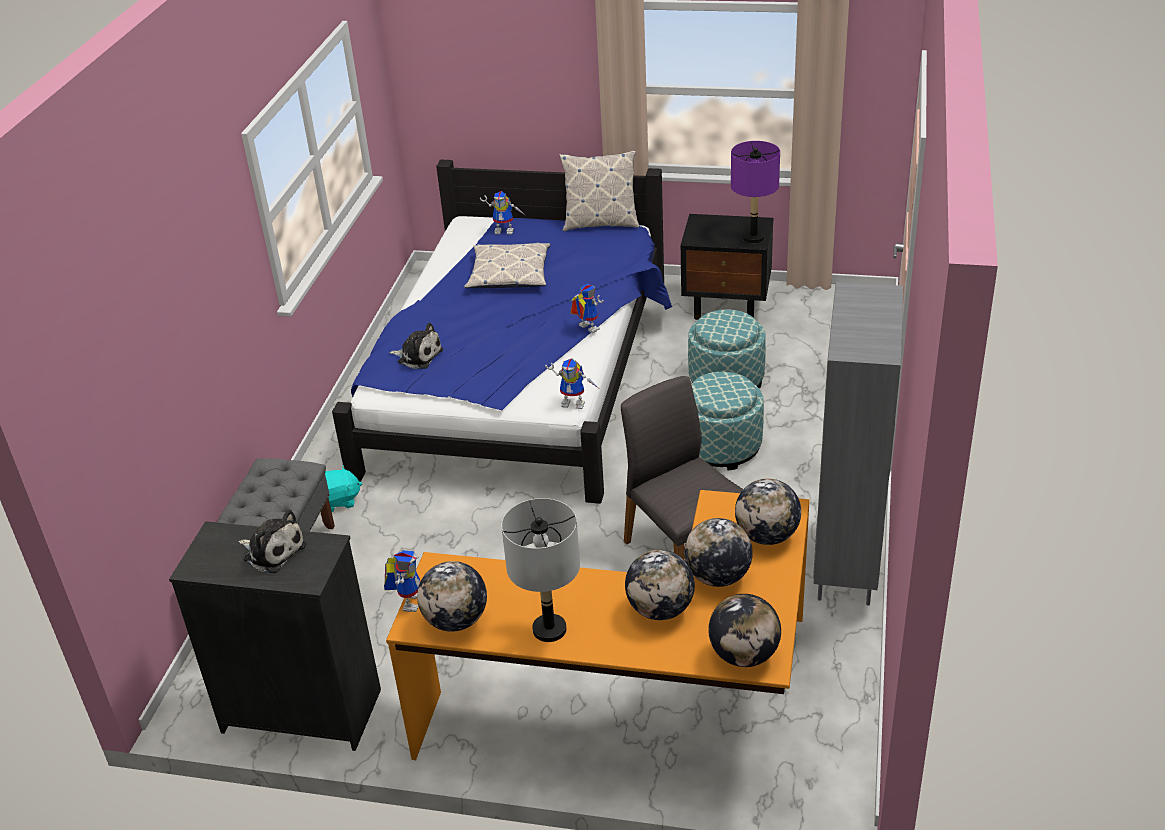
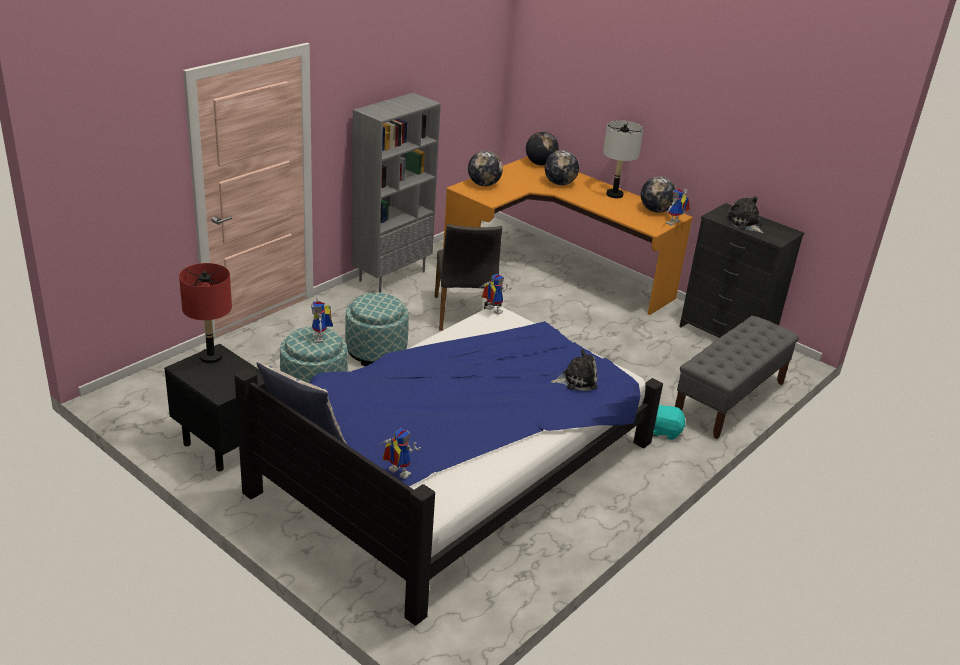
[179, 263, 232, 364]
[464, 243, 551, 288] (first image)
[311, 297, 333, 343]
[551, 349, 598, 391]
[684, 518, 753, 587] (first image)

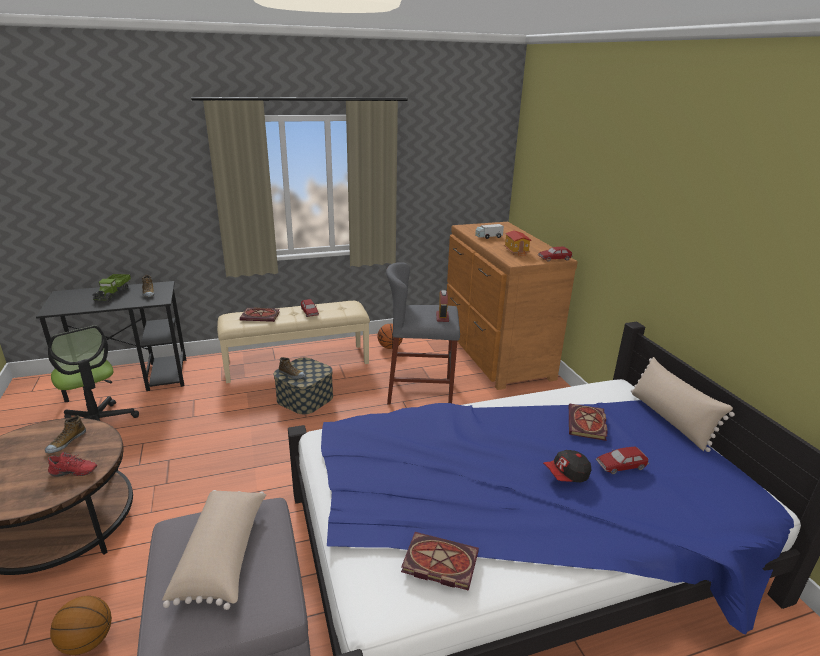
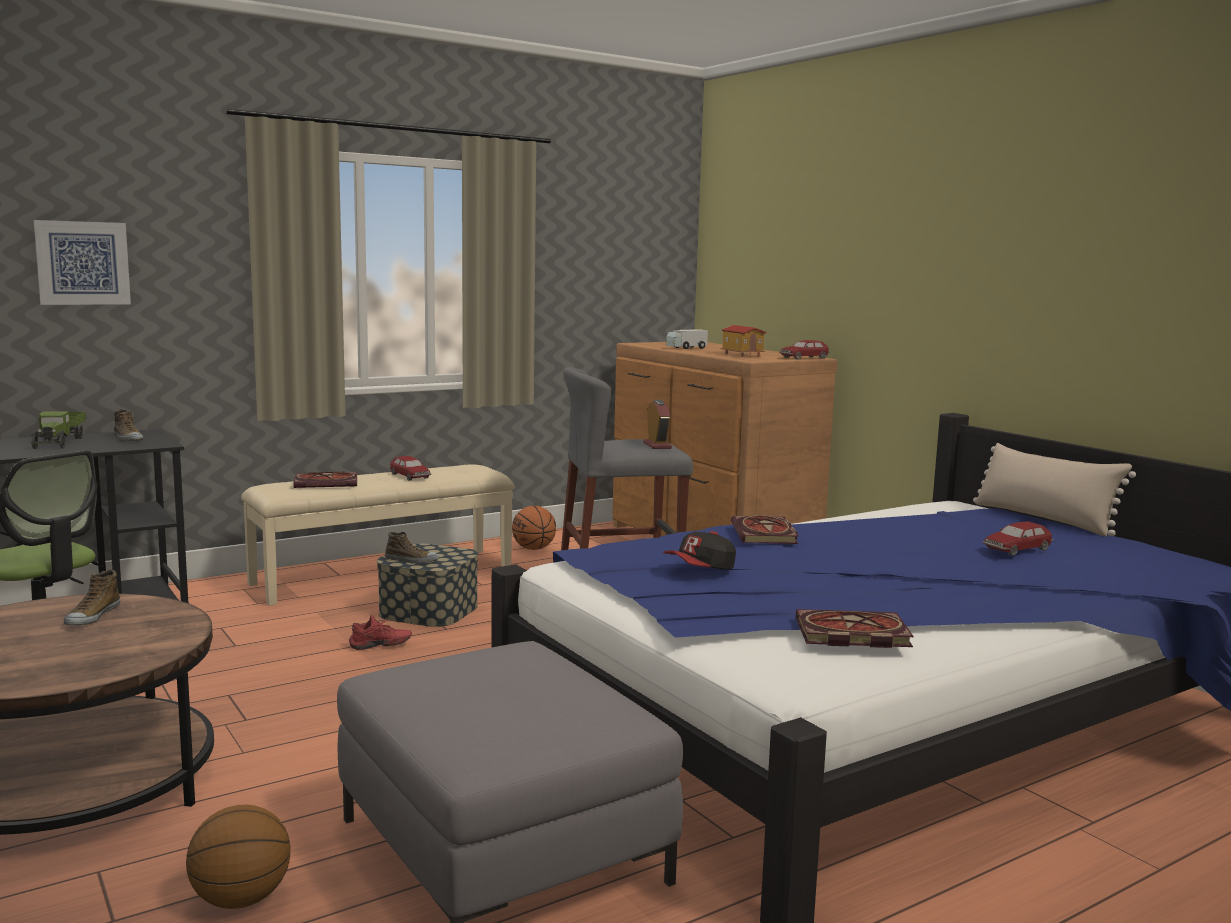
[731, 515, 798, 544]
[663, 531, 736, 569]
[349, 615, 412, 650]
[162, 490, 266, 610] (first image)
[34, 220, 131, 305]

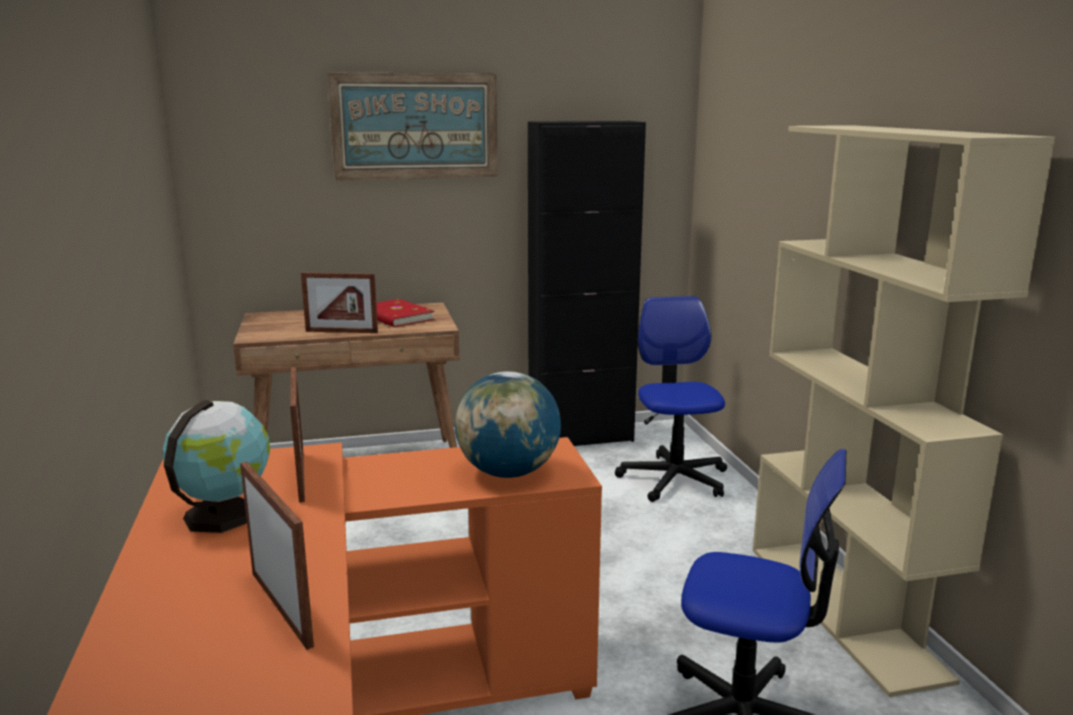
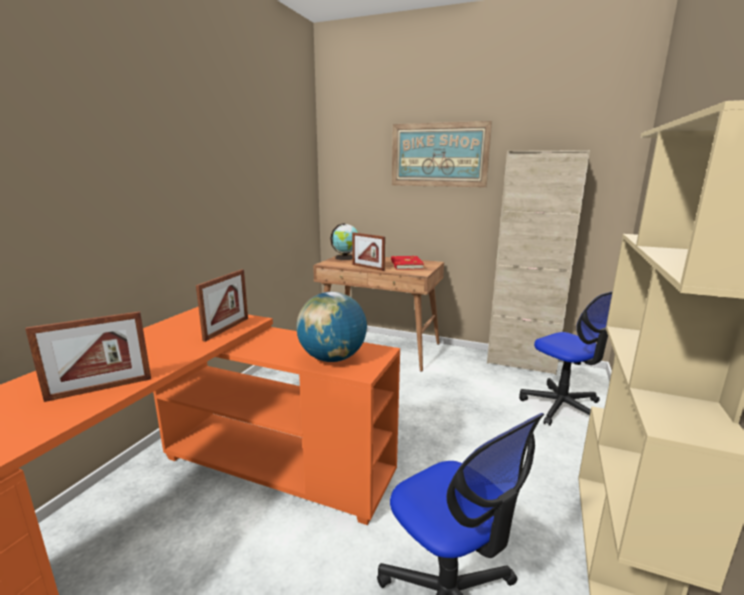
[487, 150, 590, 375]
[519, 292, 612, 426]
[330, 223, 358, 260]
[25, 311, 151, 402]

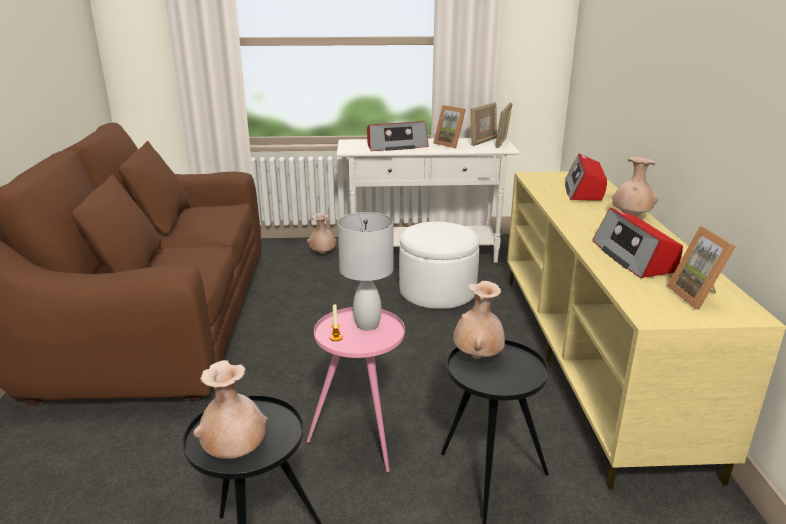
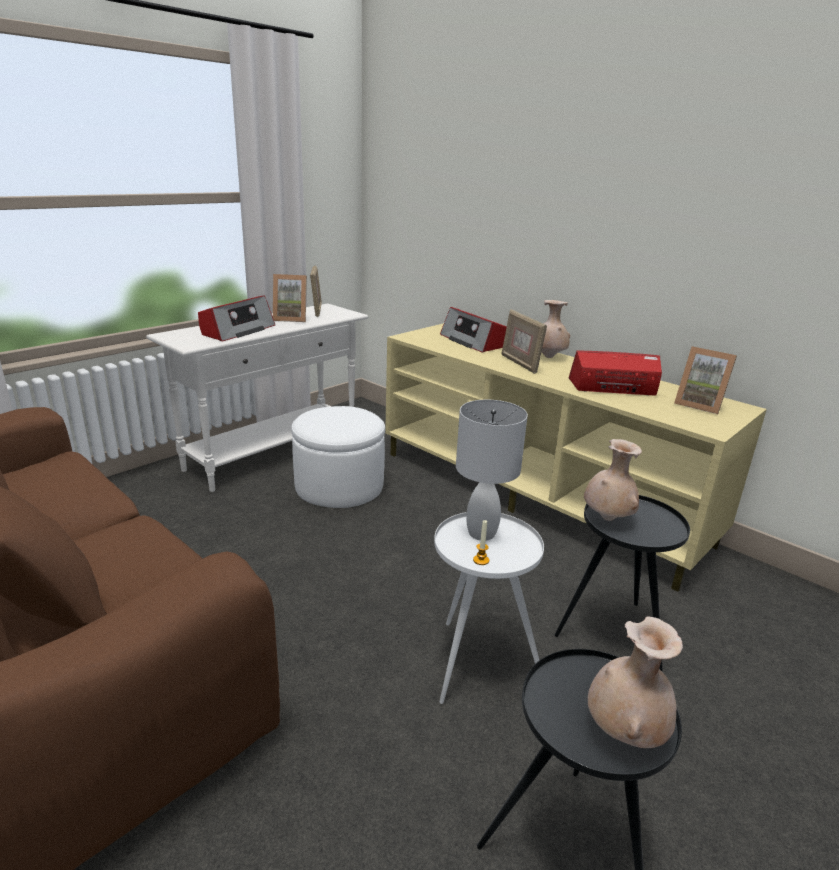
[502, 309, 547, 374]
[569, 351, 662, 396]
[307, 213, 337, 254] (first image)
[434, 512, 544, 704]

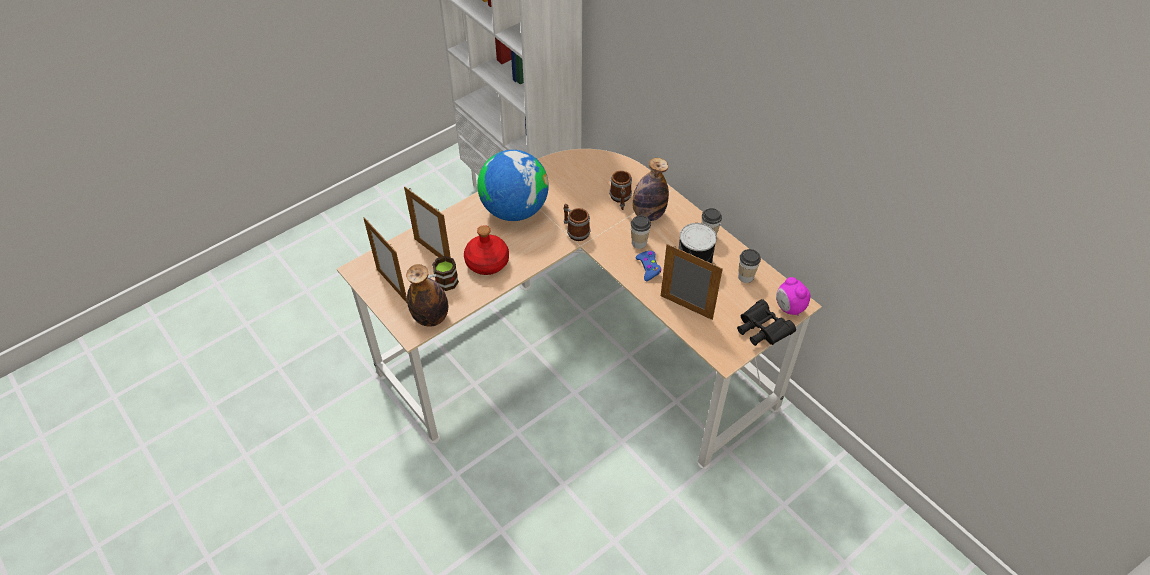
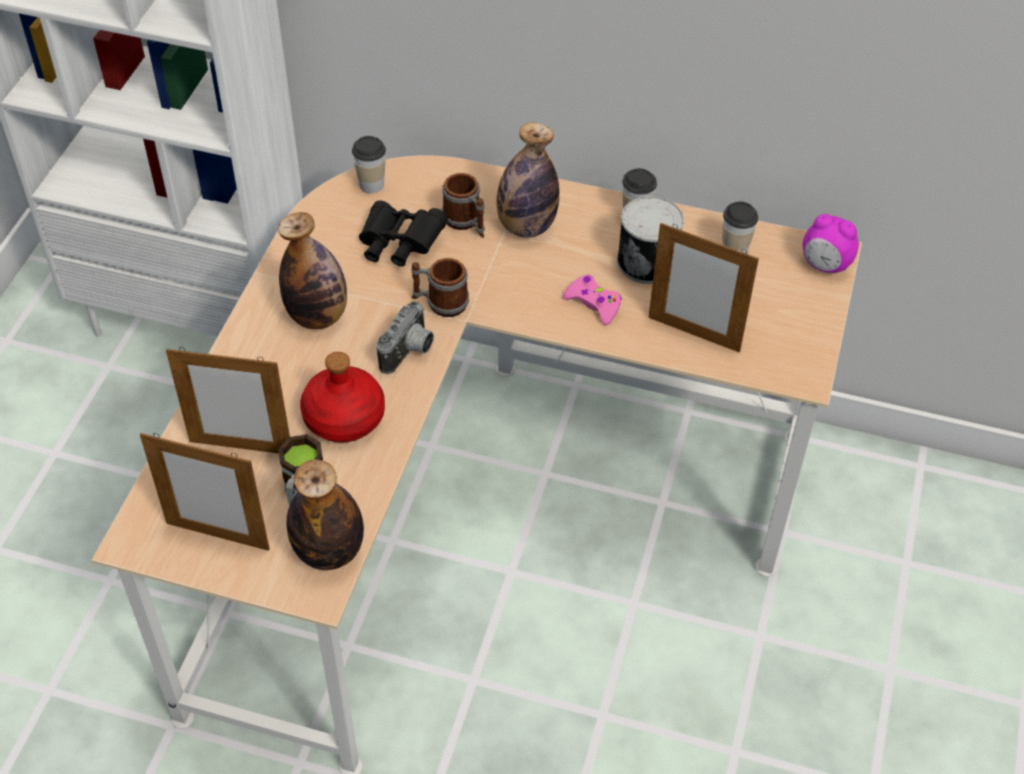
[278, 212, 347, 329]
[352, 136, 386, 193]
[648, 223, 759, 353]
[563, 275, 622, 325]
[359, 200, 448, 267]
[376, 301, 434, 374]

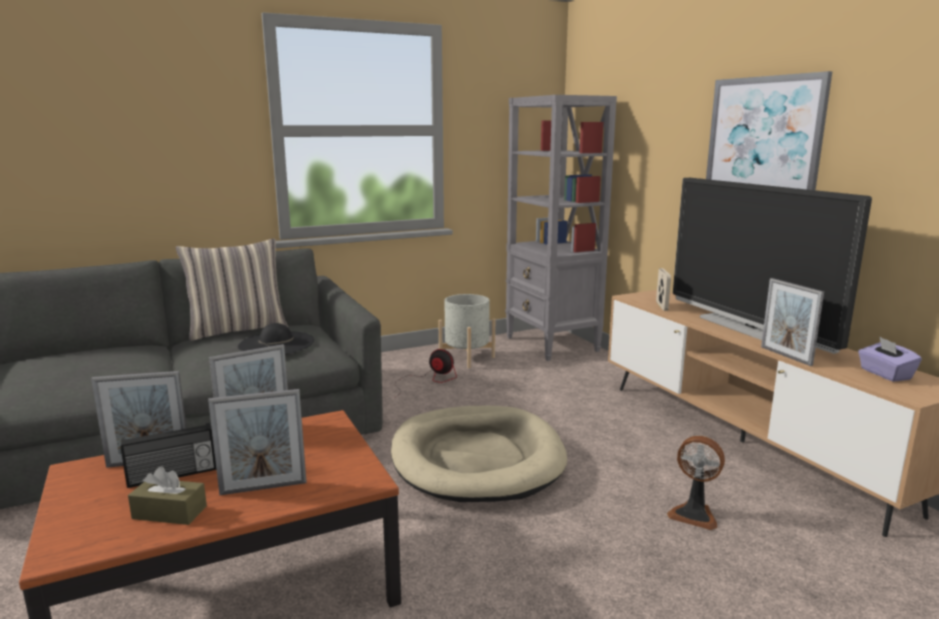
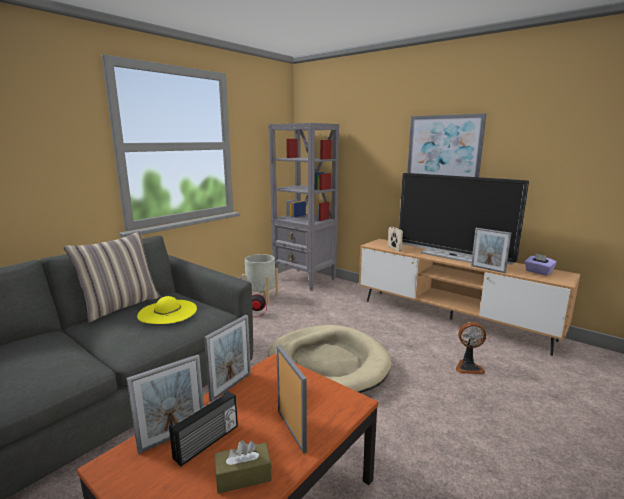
[137, 296, 197, 324]
[276, 345, 307, 454]

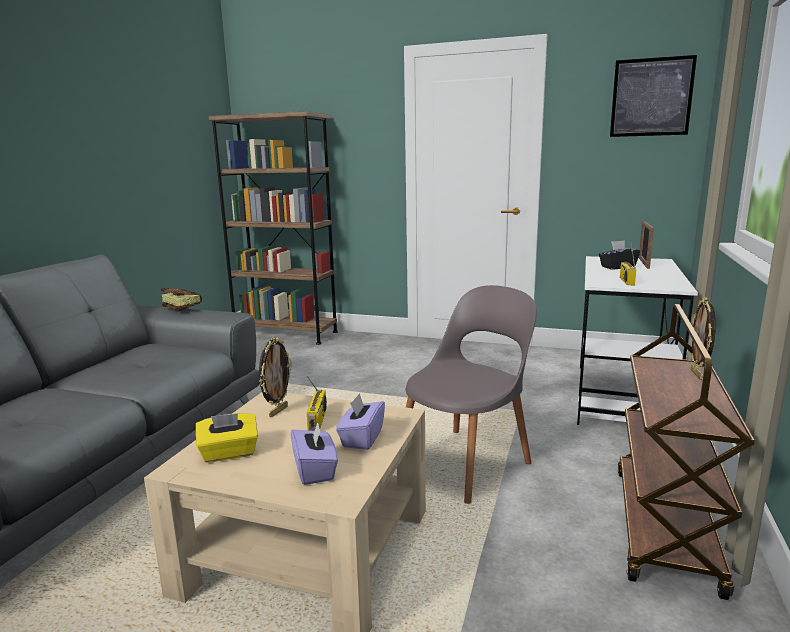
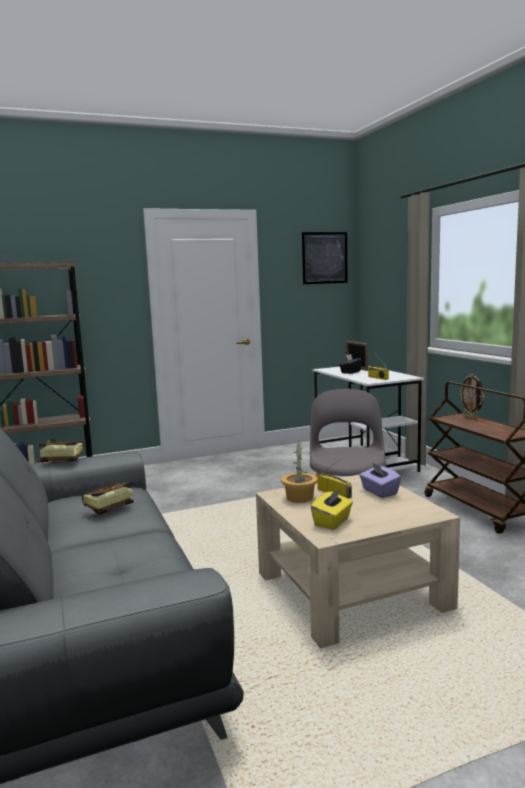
[281, 441, 318, 503]
[291, 422, 338, 485] (first image)
[82, 482, 134, 521]

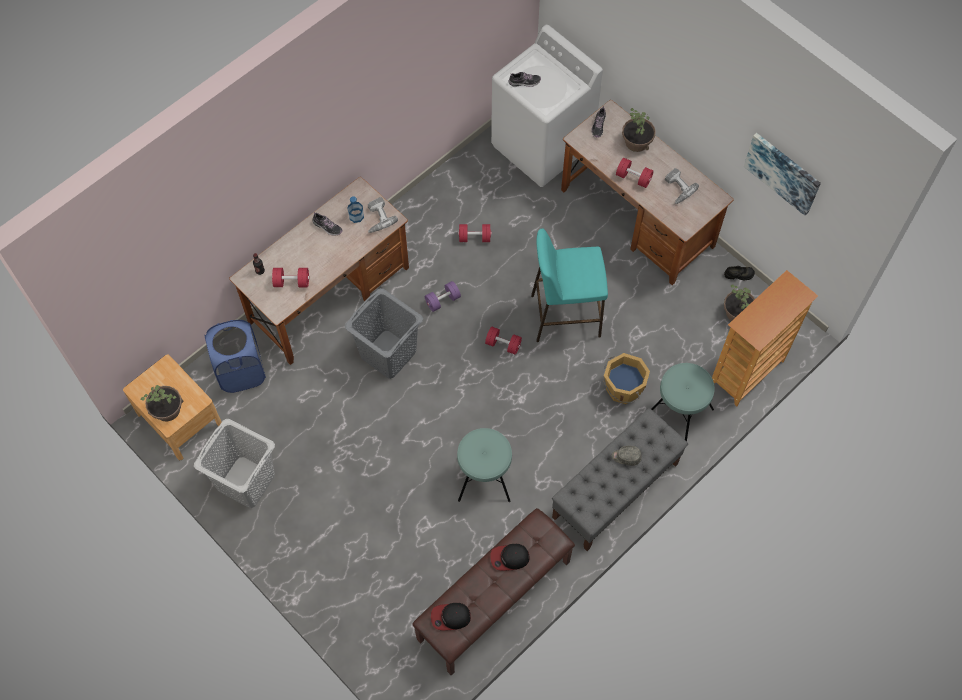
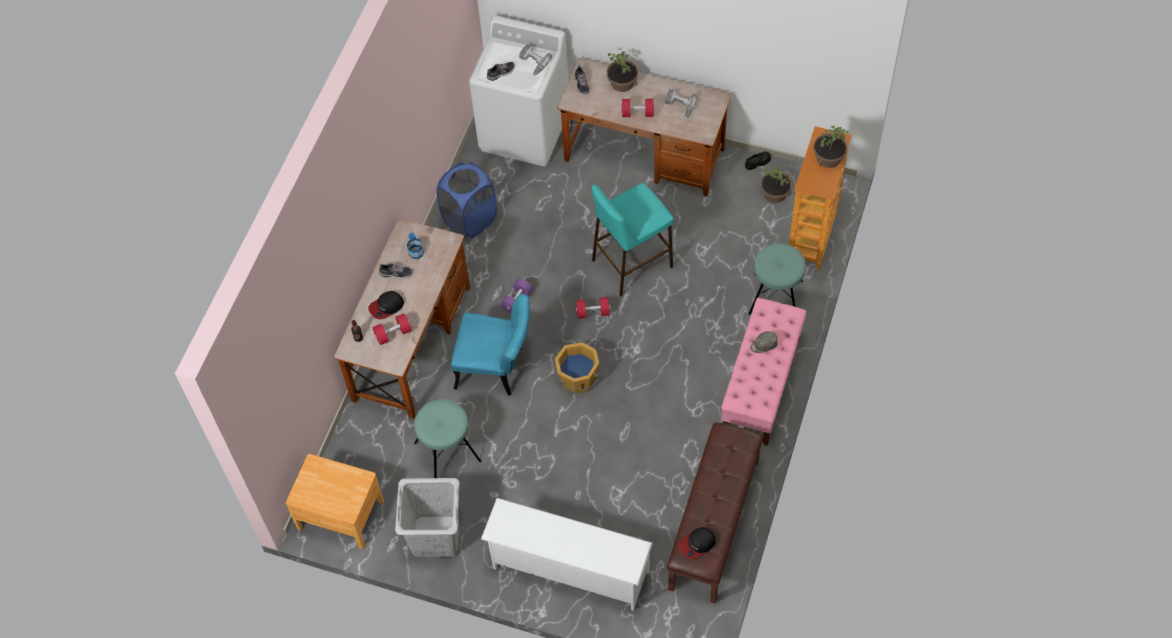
[744, 133, 821, 216] (first image)
[519, 45, 552, 76]
[458, 224, 492, 242] (first image)
[451, 294, 530, 396]
[437, 162, 497, 238]
[553, 342, 599, 394]
[813, 126, 849, 168]
[721, 298, 807, 446]
[414, 399, 481, 478]
[368, 291, 404, 319]
[481, 498, 653, 611]

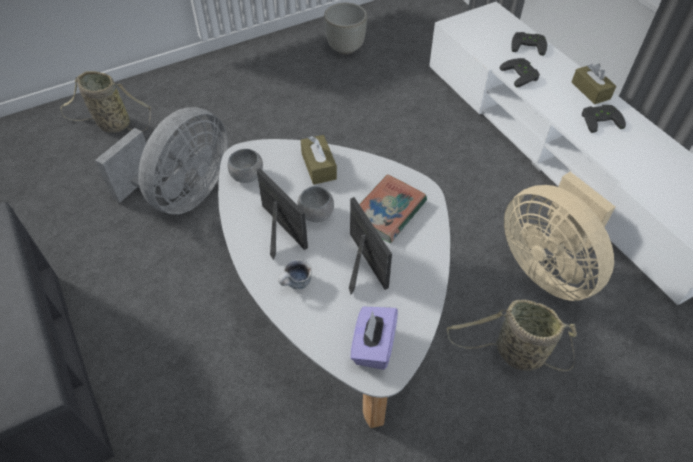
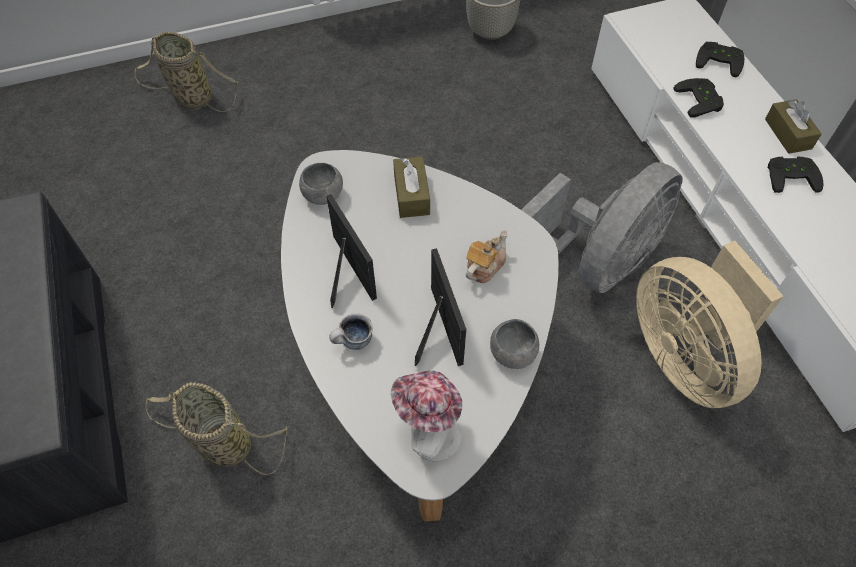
[521, 162, 683, 293]
[466, 231, 508, 283]
[490, 319, 539, 369]
[146, 382, 288, 475]
[390, 370, 462, 462]

